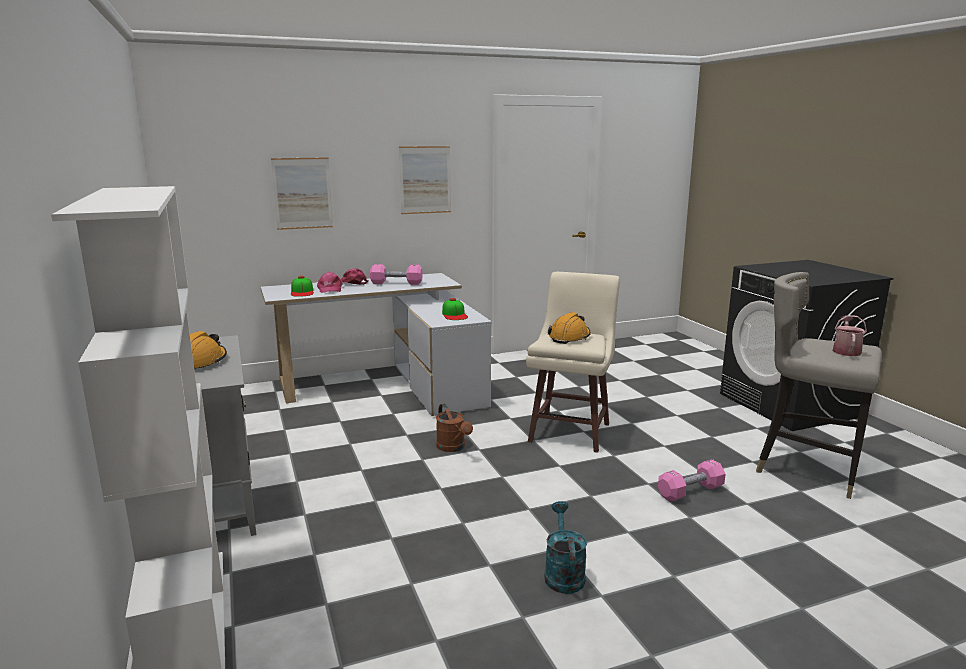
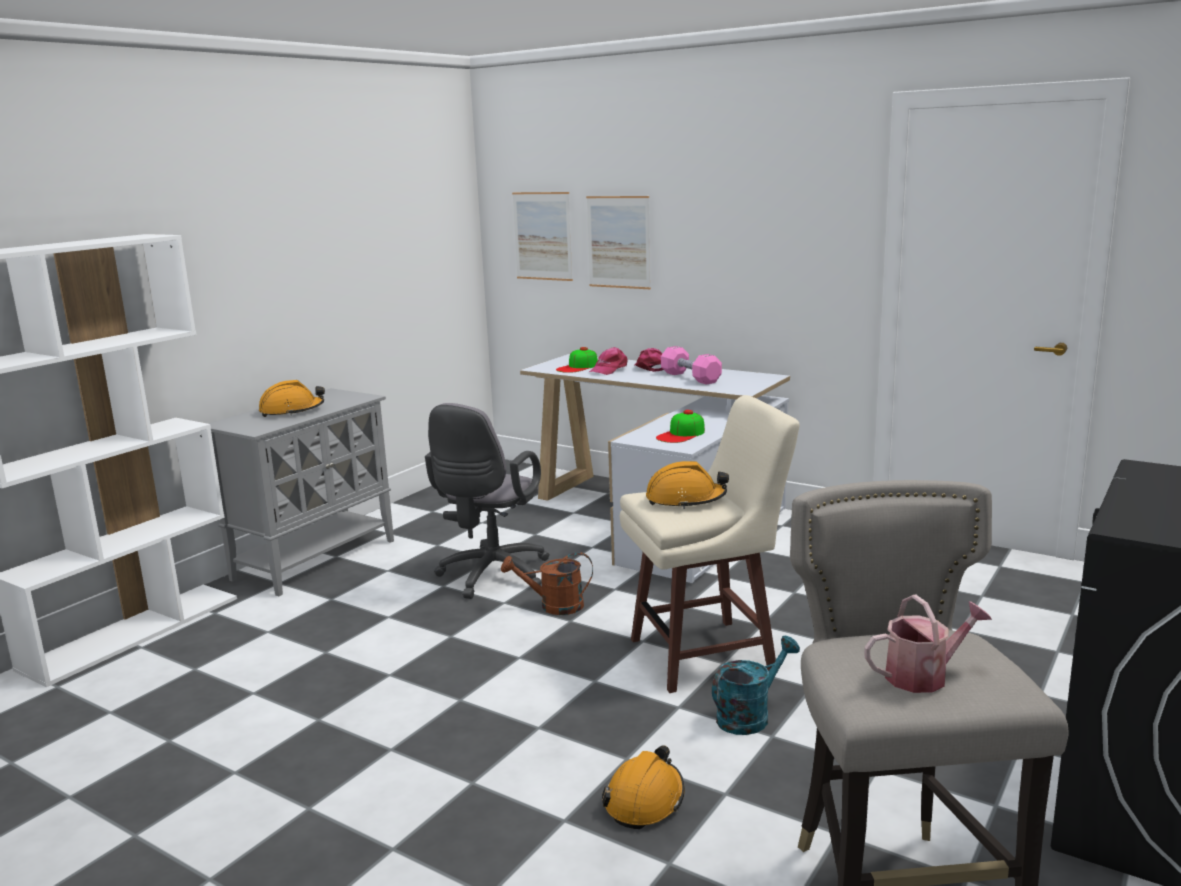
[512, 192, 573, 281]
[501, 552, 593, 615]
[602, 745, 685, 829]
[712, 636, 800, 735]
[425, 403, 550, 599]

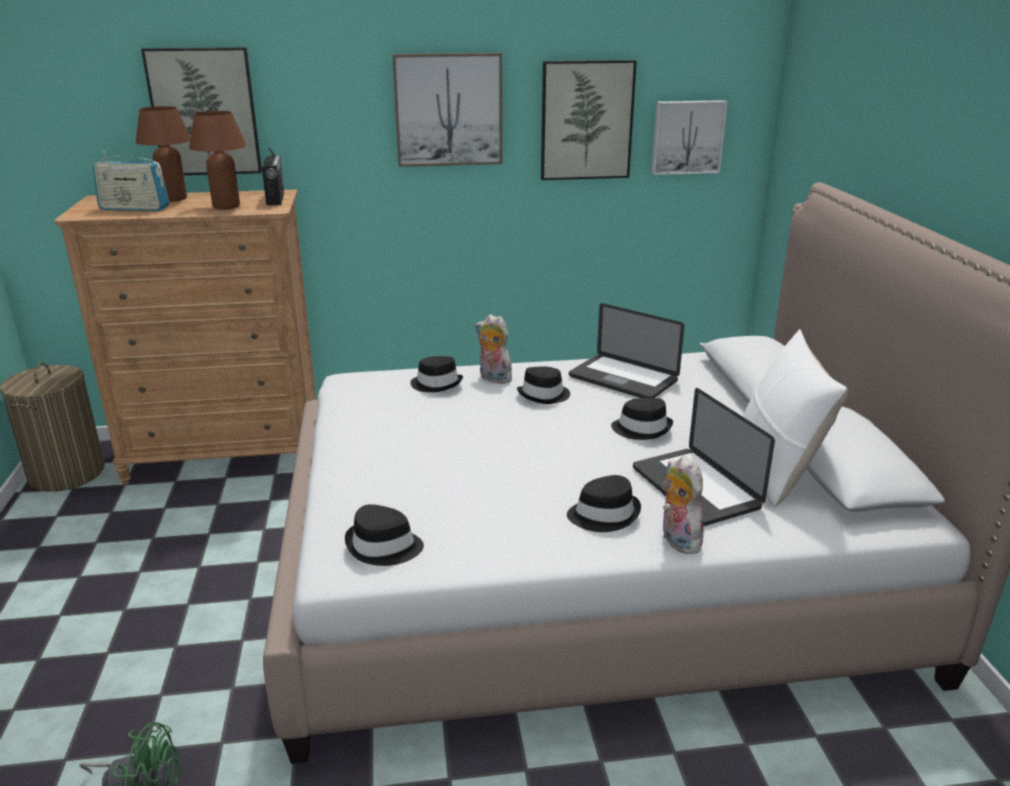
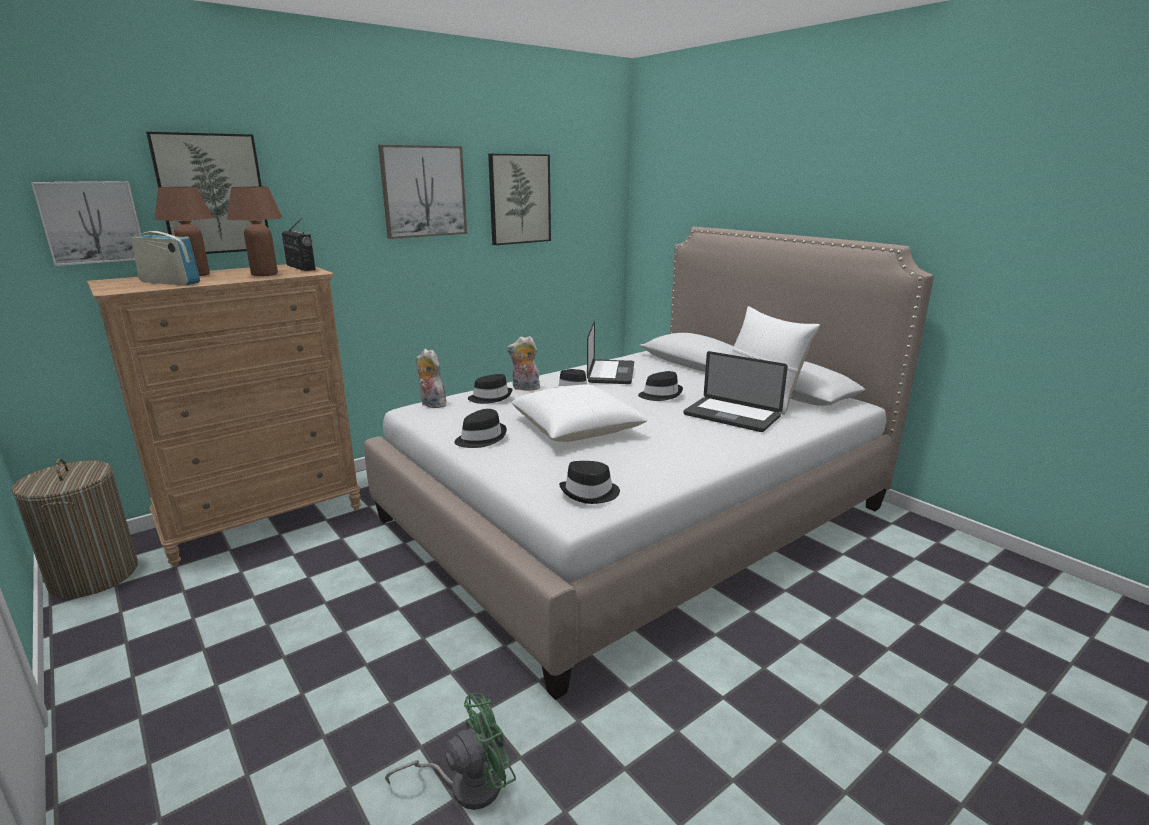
[31, 181, 142, 266]
[131, 226, 200, 285]
[587, 321, 634, 384]
[416, 349, 446, 408]
[455, 409, 507, 448]
[511, 384, 648, 442]

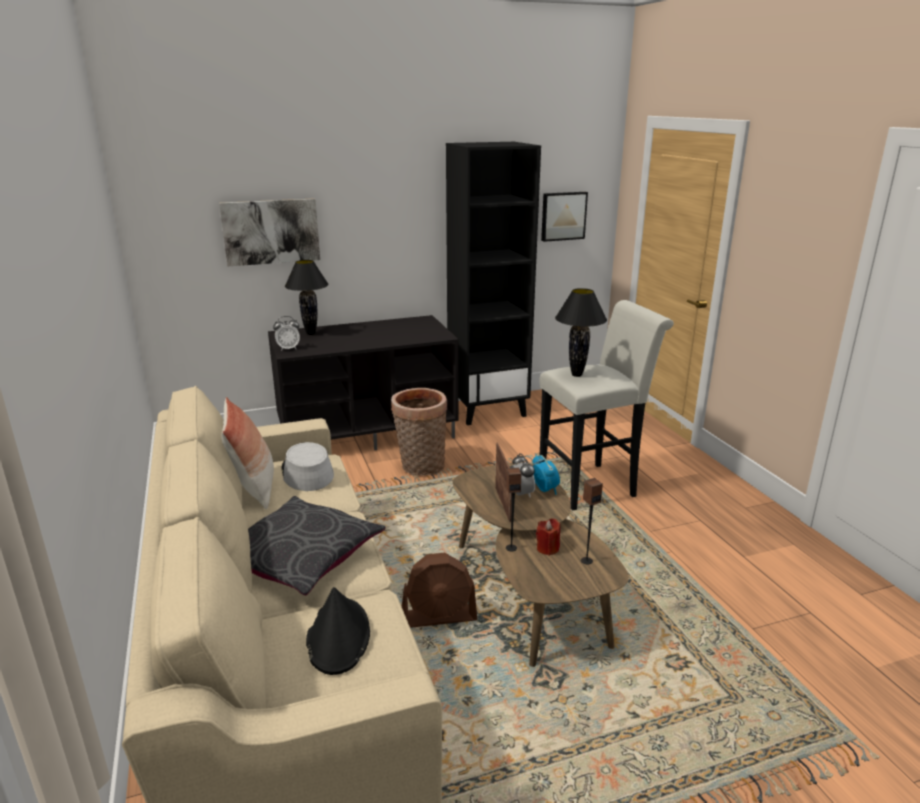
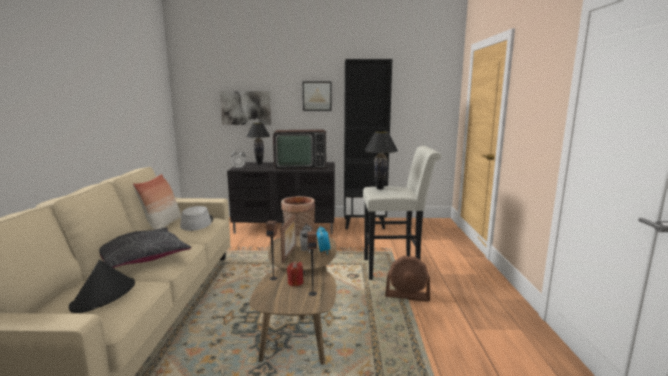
[303, 82, 332, 111]
[385, 256, 430, 301]
[273, 129, 326, 169]

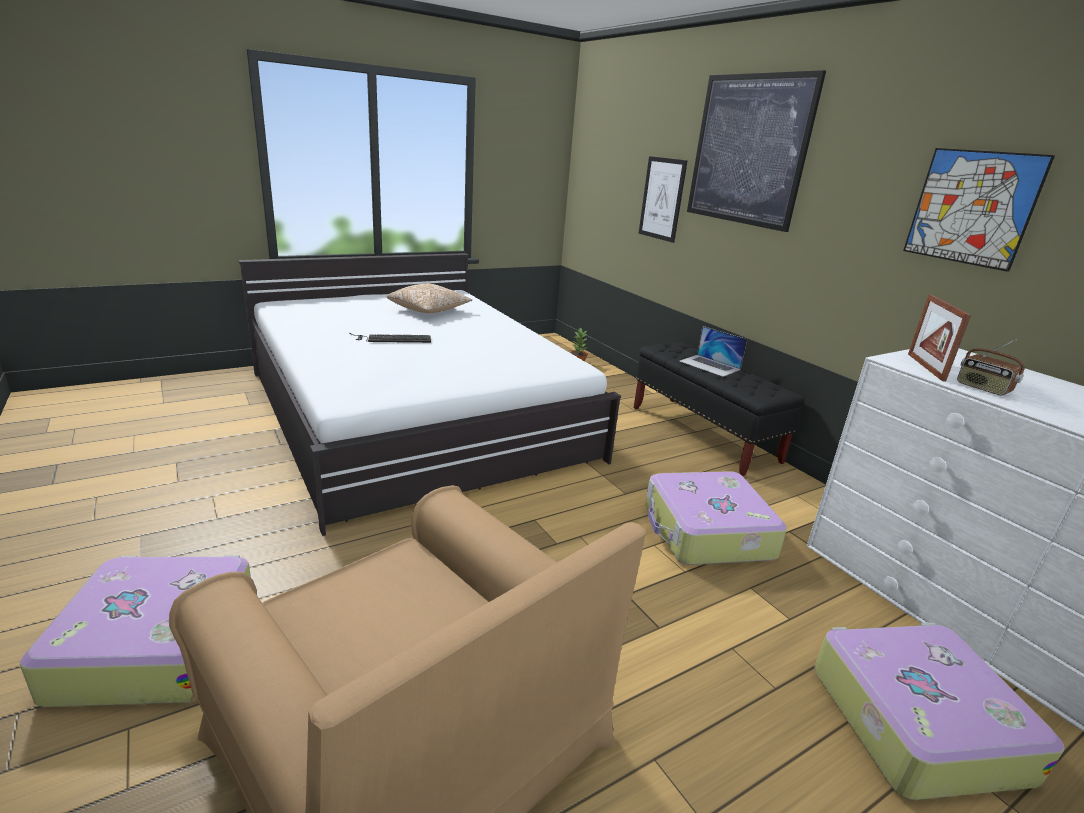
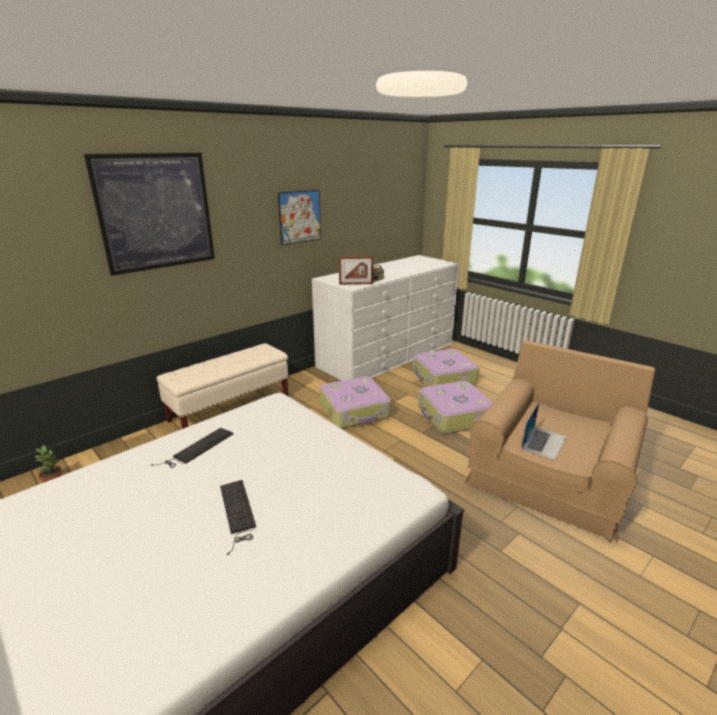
[639, 156, 688, 243] (first image)
[387, 283, 472, 313] (first image)
[522, 403, 567, 460]
[157, 343, 288, 429]
[418, 381, 493, 434]
[151, 428, 233, 468]

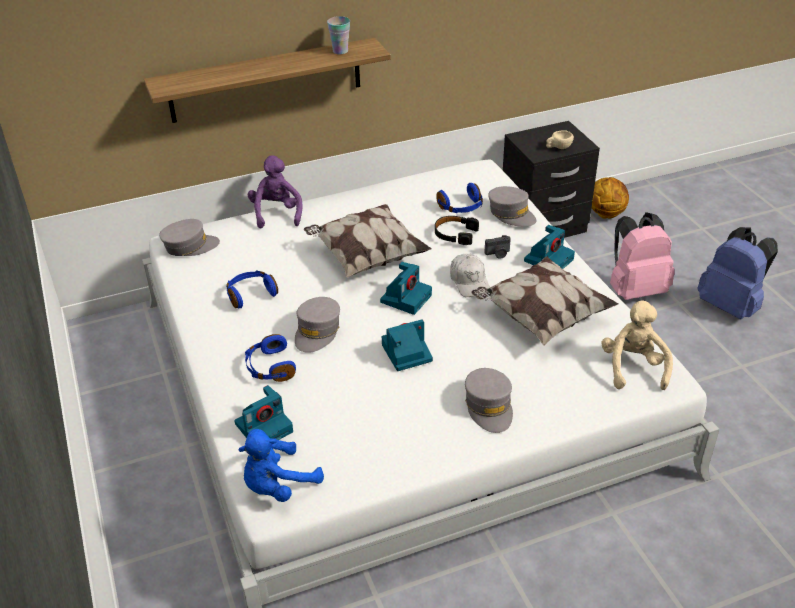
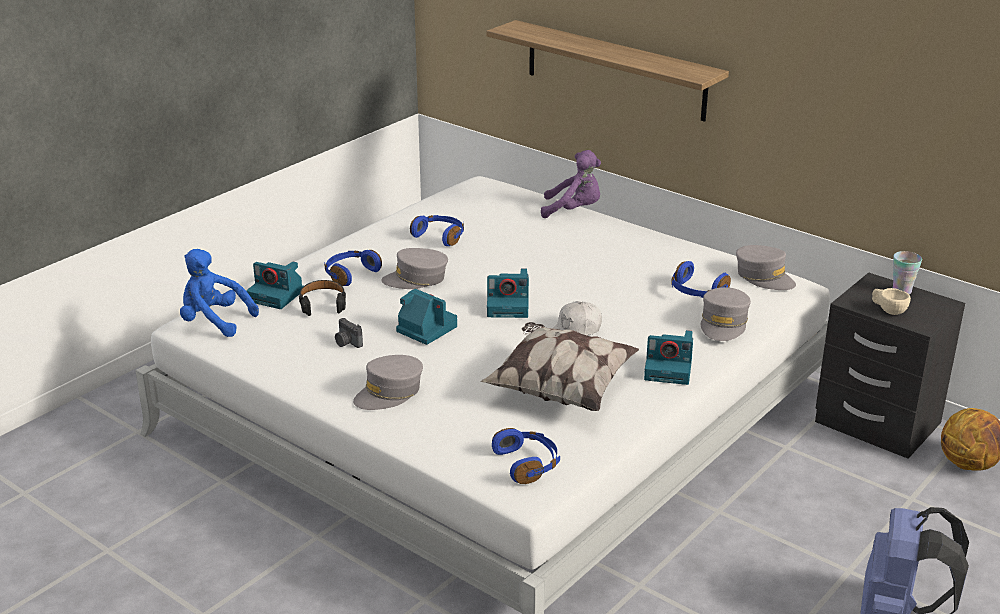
[893, 251, 922, 294]
[541, 150, 601, 218]
[304, 204, 432, 278] (first image)
[610, 212, 674, 300] (first image)
[299, 280, 346, 316]
[736, 245, 796, 290]
[335, 318, 363, 348]
[492, 428, 560, 484]

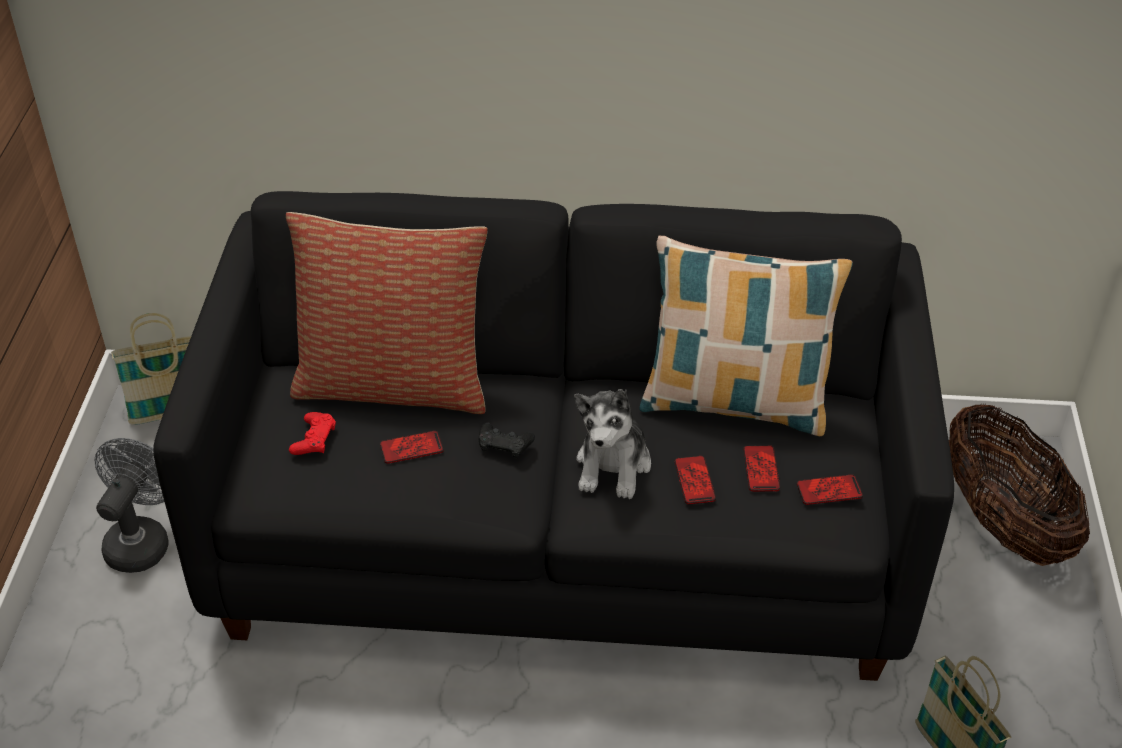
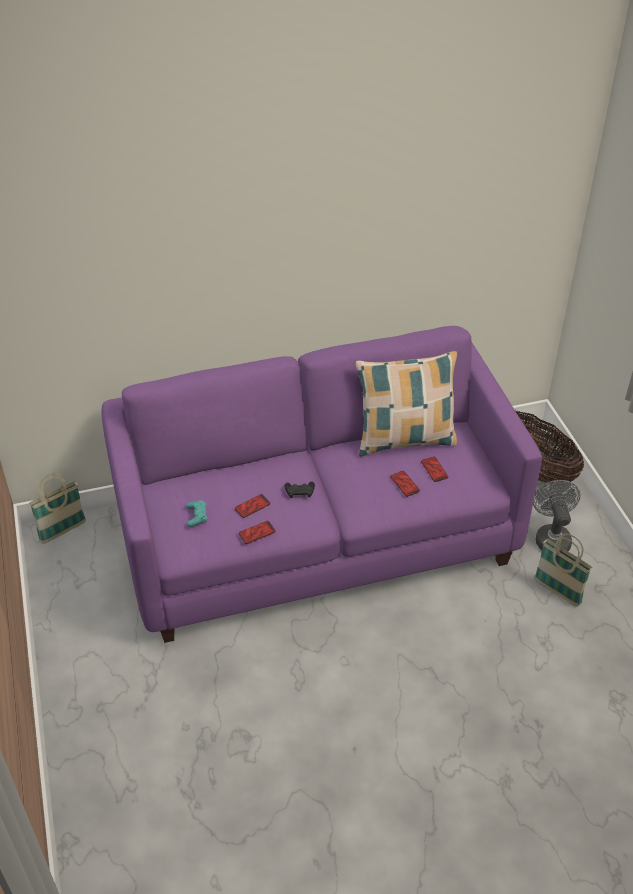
[101, 326, 542, 643]
[286, 212, 488, 414] (first image)
[574, 389, 651, 499] (first image)
[186, 500, 207, 527]
[533, 480, 580, 551]
[239, 521, 275, 544]

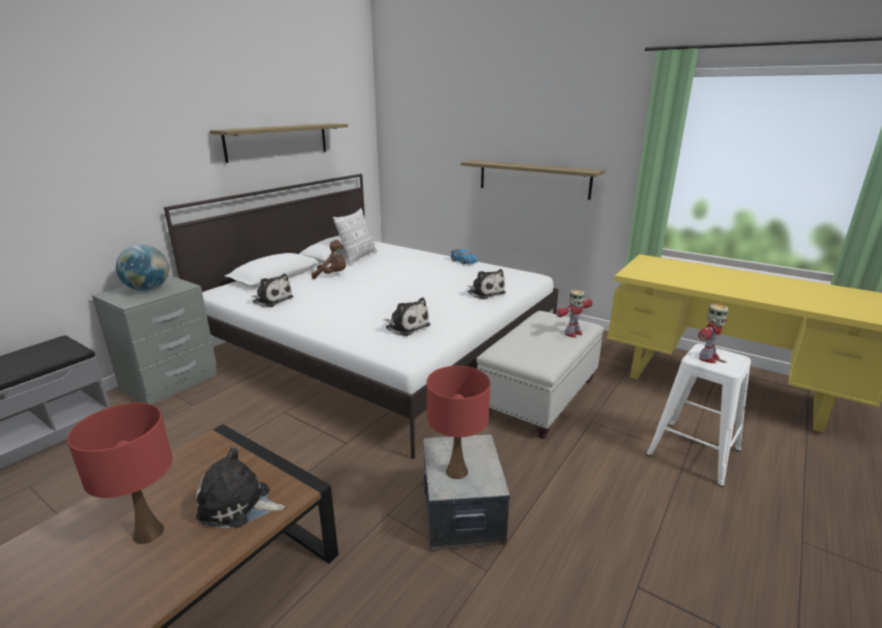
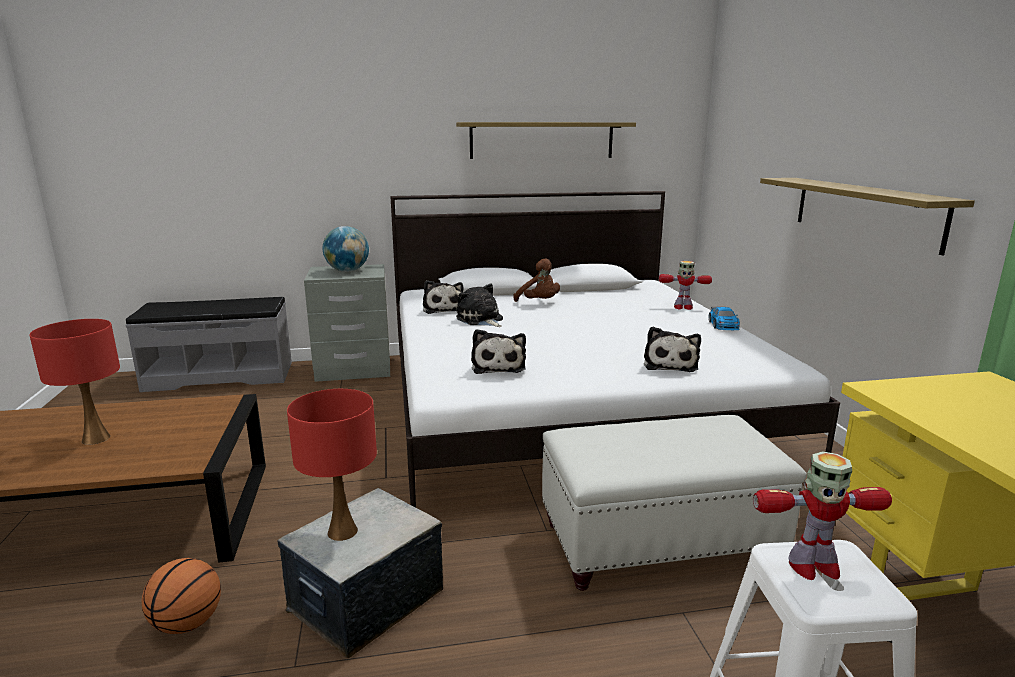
[333, 208, 377, 265] (first image)
[659, 261, 712, 310]
[456, 284, 503, 327]
[142, 558, 221, 634]

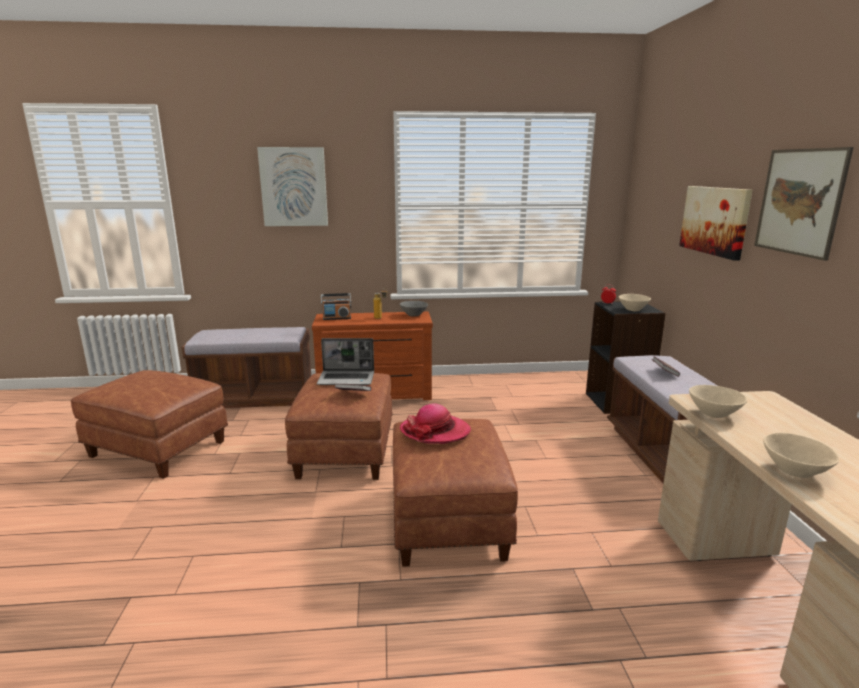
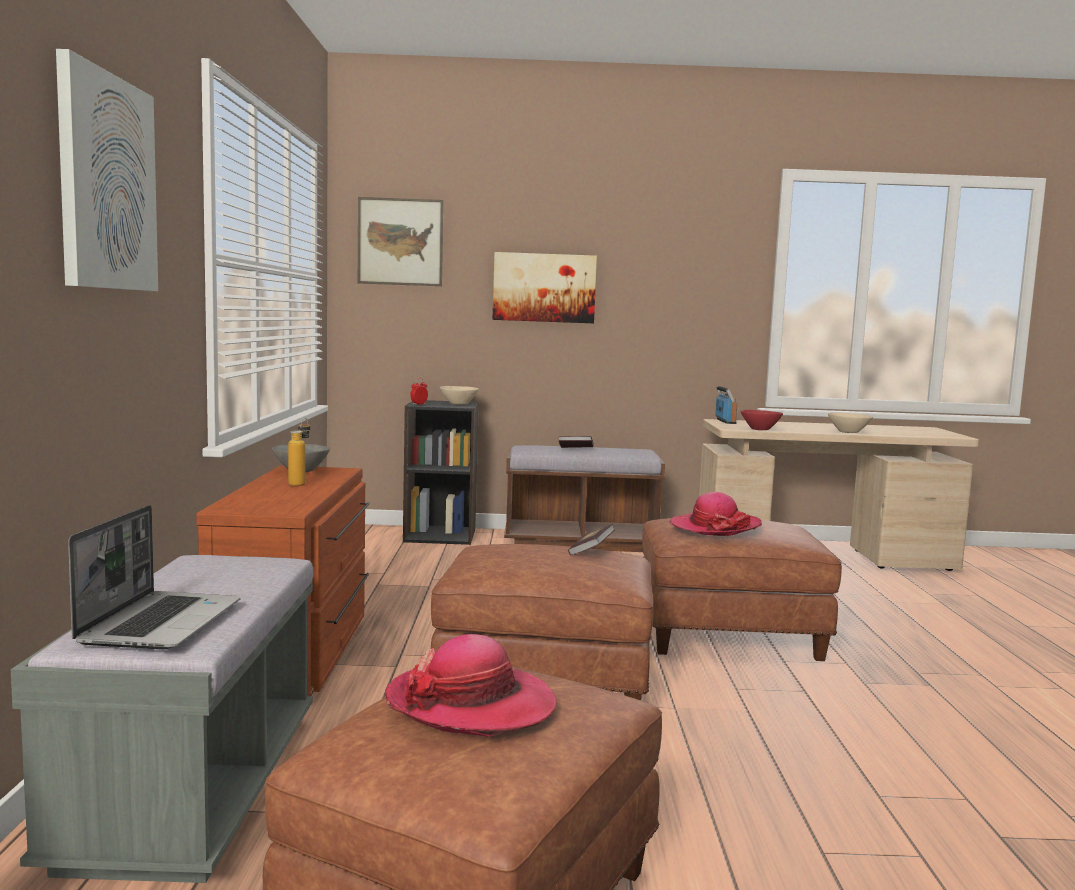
[358, 197, 443, 286]
[715, 386, 737, 424]
[11, 555, 313, 883]
[68, 505, 241, 650]
[741, 410, 783, 430]
[385, 634, 557, 737]

